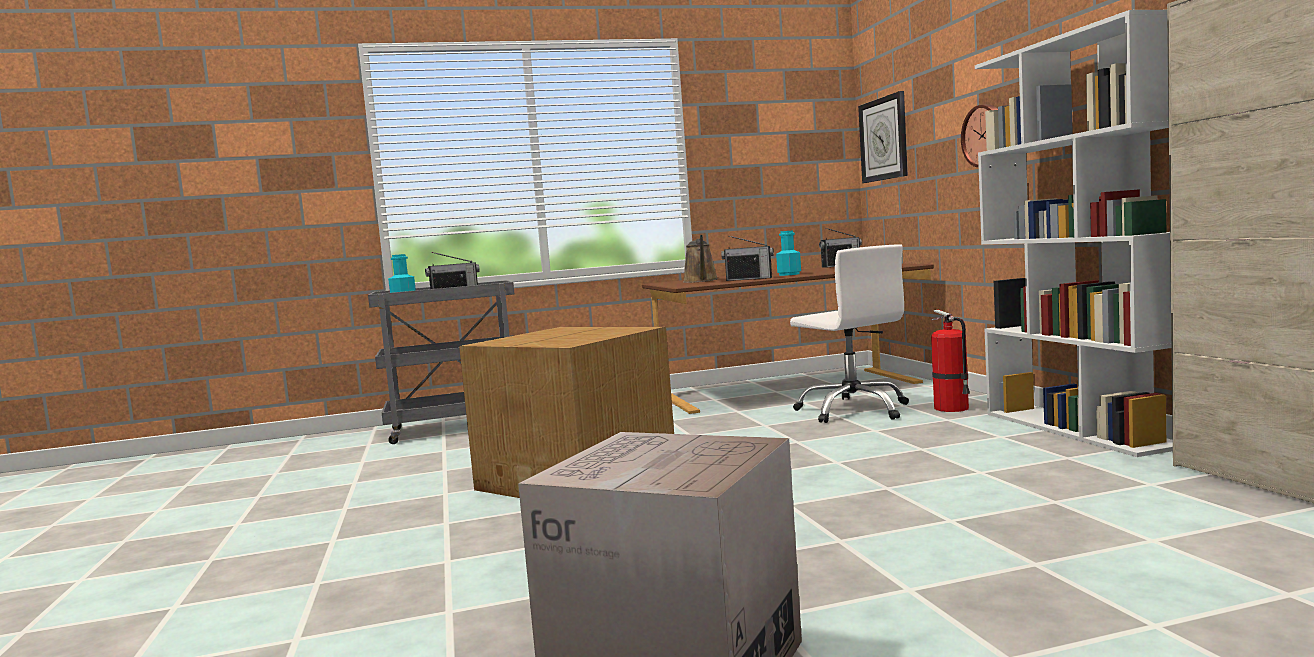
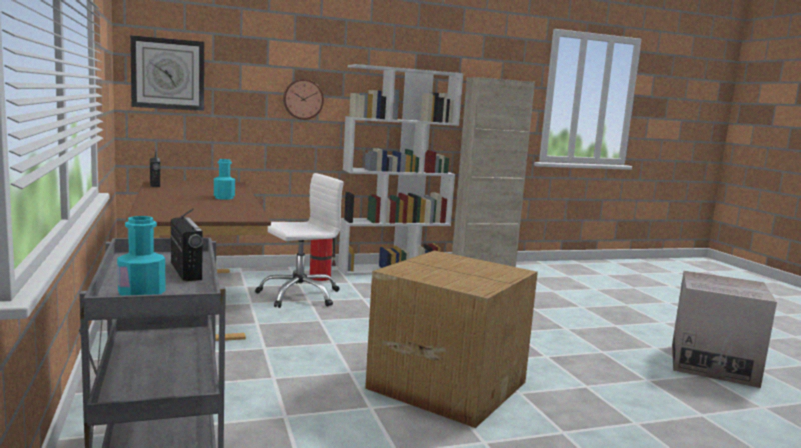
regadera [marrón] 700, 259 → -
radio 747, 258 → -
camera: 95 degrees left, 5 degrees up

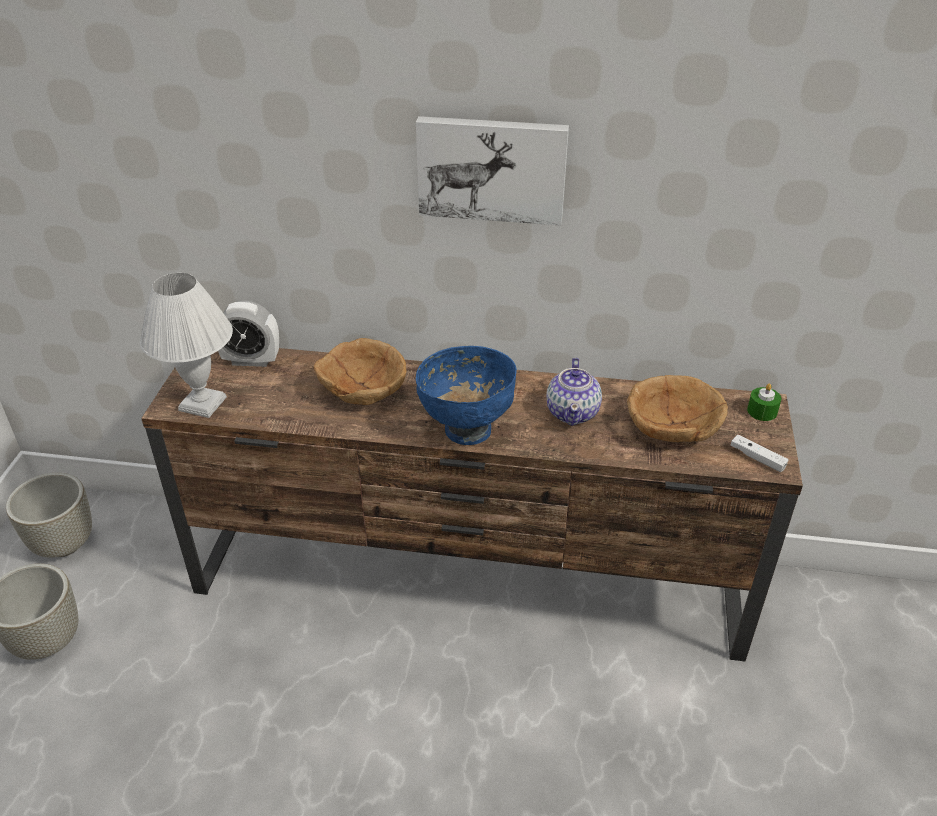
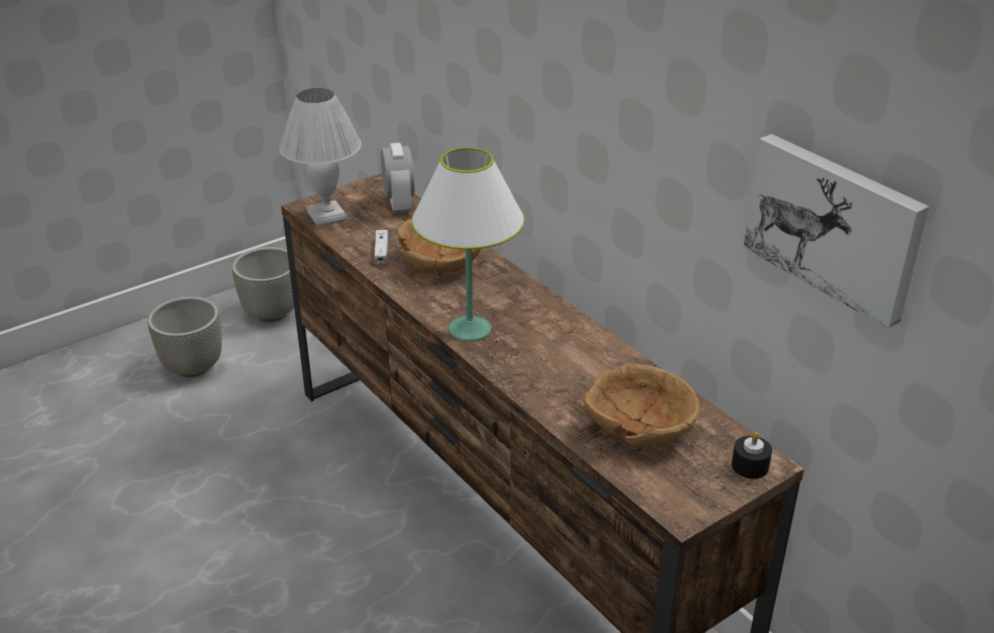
cuadro 492, 171 → cuadro 836, 231, relocated
despertador 248, 334 → despertador 397, 178, 150 degrees counterclockwise
cuenco [azul] 466, 395 → lámpara de mesa [blanco] 468, 244
tetera 574, 392 → -
vela [verde] 764, 402 → vela [negro] 752, 455
mando de consola [blanco] 760, 453 → mando de consola [blanco] 381, 247, relocated
camera: 45 degrees right, 5 degrees down

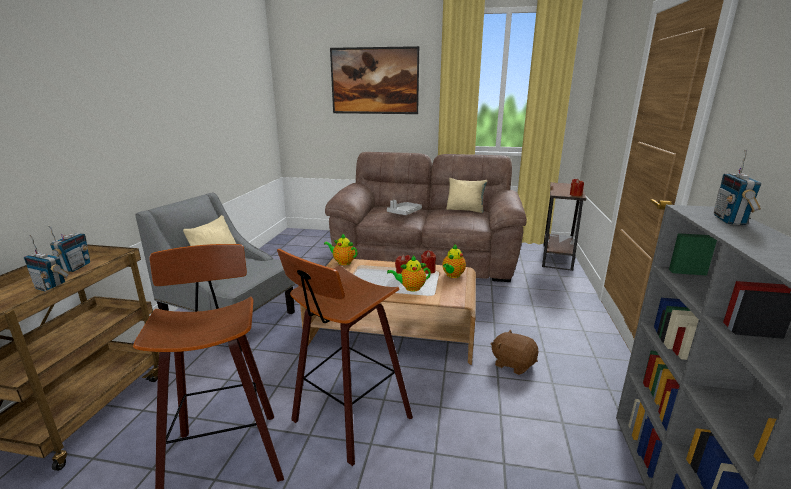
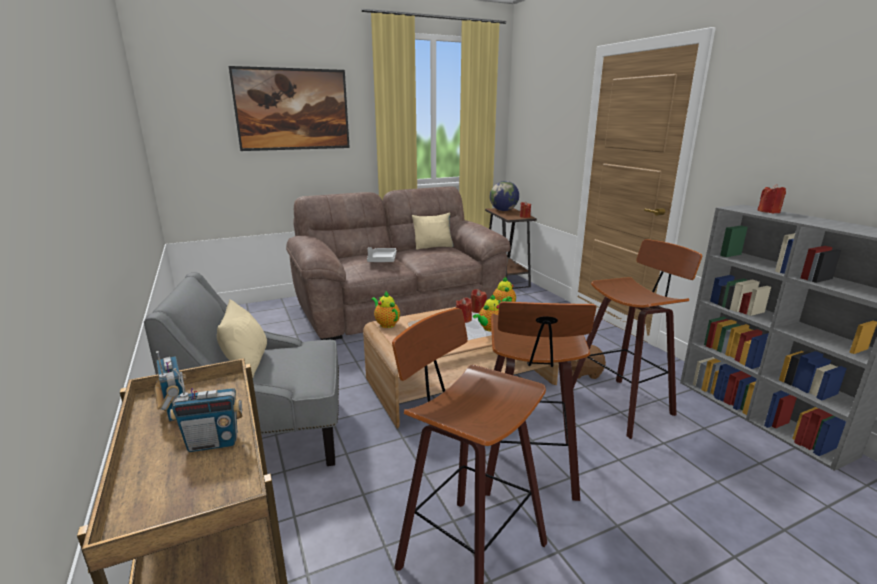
radio 737, 187 → vela [rojo] 771, 198
tetera 341, 249 → tetera 385, 309, 60 degrees clockwise
- → globo terráqueo 504, 196
- → taburete 637, 339
camera: 35 degrees left, 0 degrees up

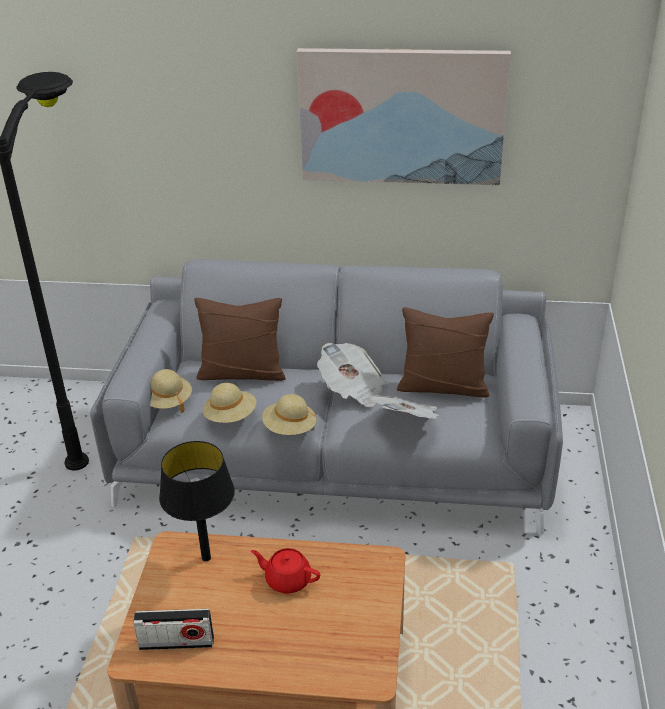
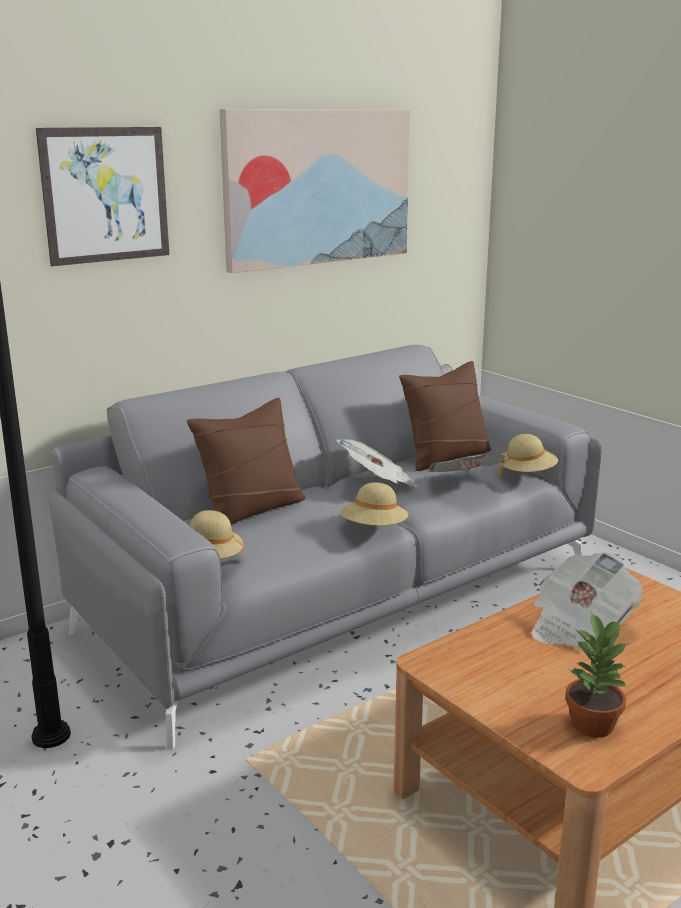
sombrero [beis] 229, 403 → sombrero [beis] 528, 456, relocated
lámpara de mesa [negro] 197, 501 → -
tetera [rojo] 285, 571 → periódico 587, 600
radio 173, 629 → planta en maceta 596, 675
- → cuadro 102, 196
camera: 45 degrees left, 15 degrees down

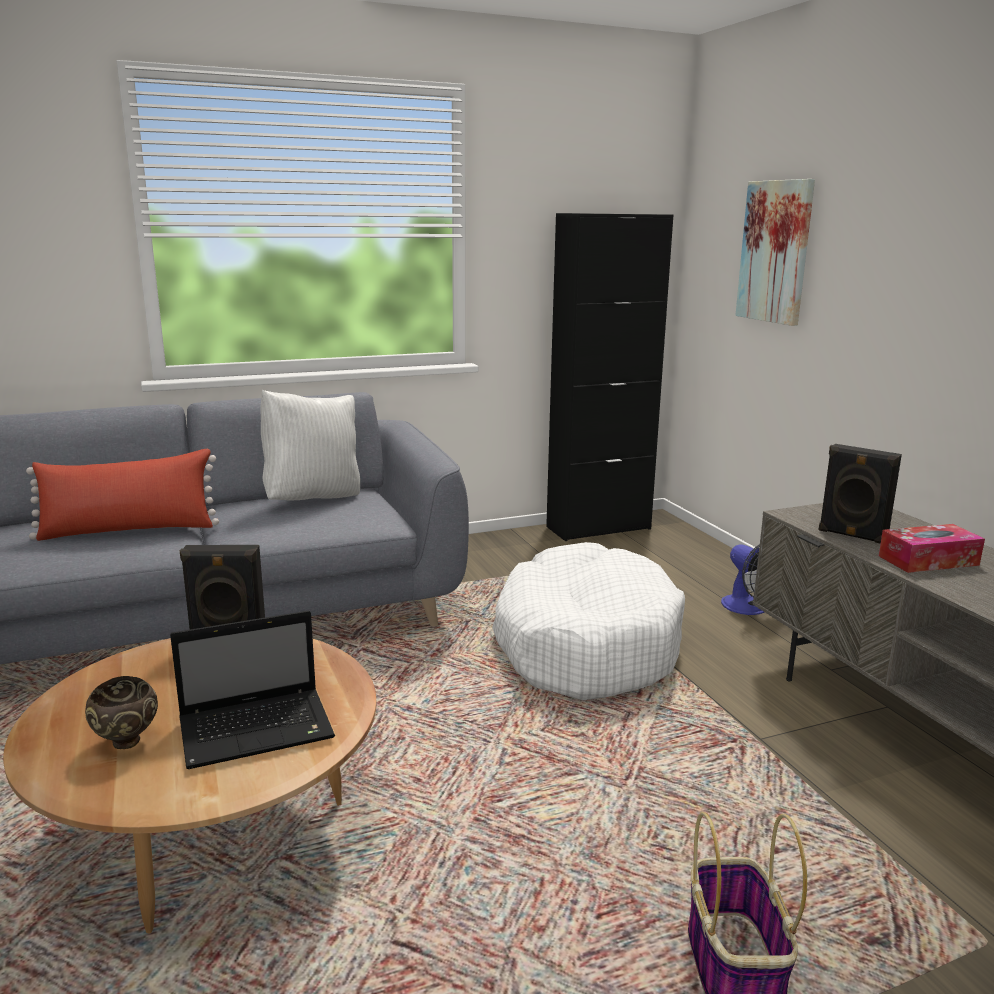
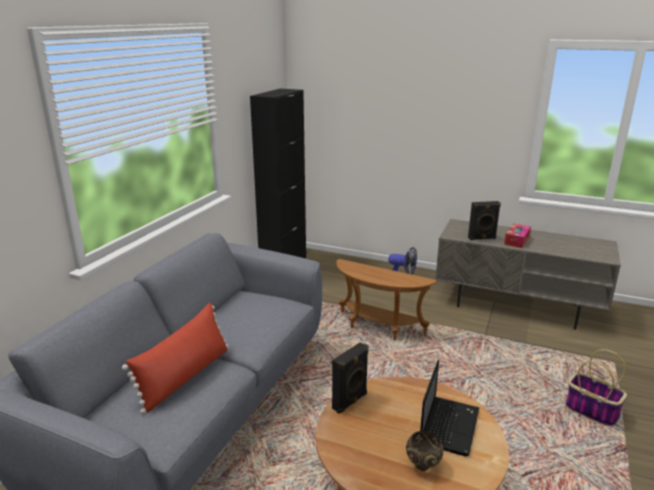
cuadro 775, 252 → -
cojín [blanco] 310, 445 → -
cama para perro [blanco] 588, 621 → mesa auxiliar [marrón] 386, 299
camera: 45 degrees left, 5 degrees up

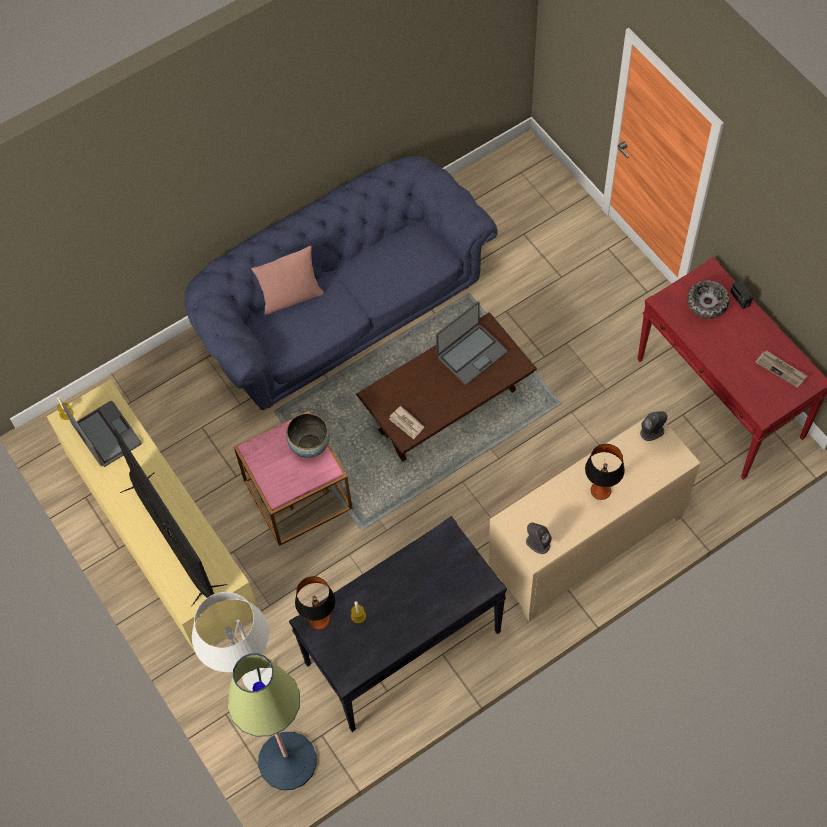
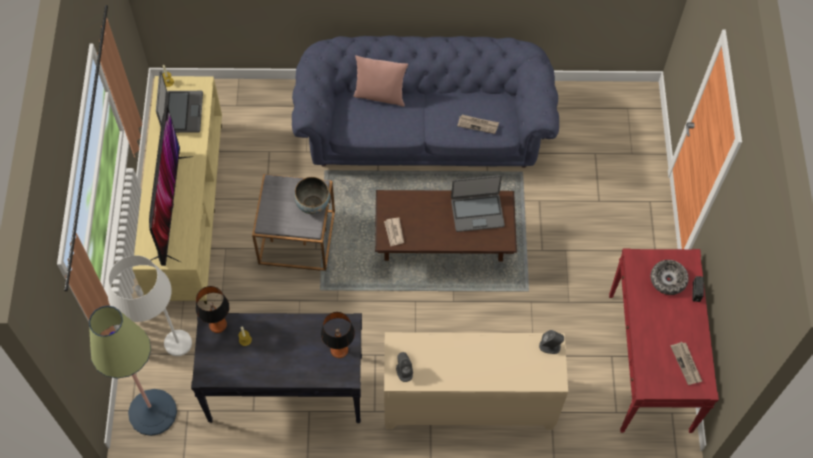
mesa auxiliar [rosa] 293, 478 → mesa auxiliar [gris] 293, 222
lámpara de mesa 605, 472 → lámpara de mesa 338, 335, relocated
- → periódico 478, 124
camera: 30 degrees right, 0 degrees up

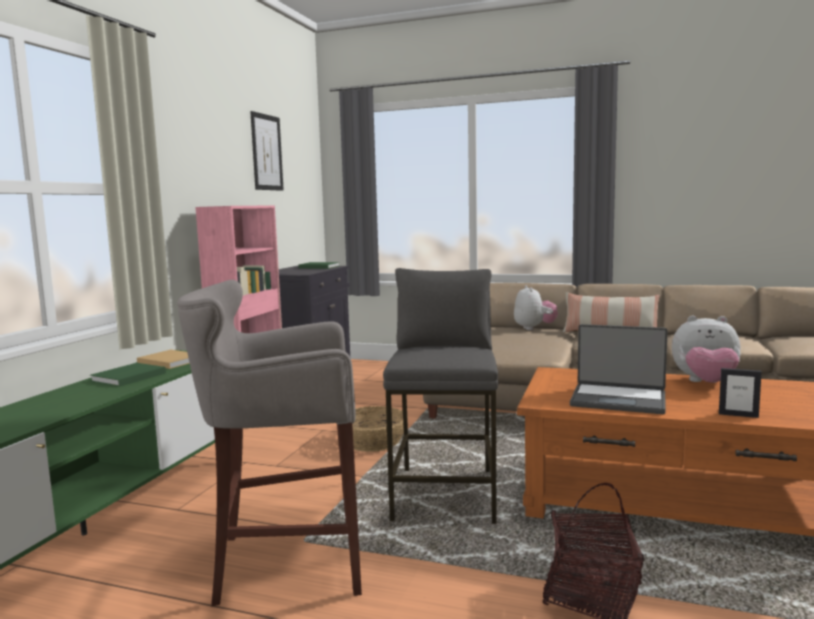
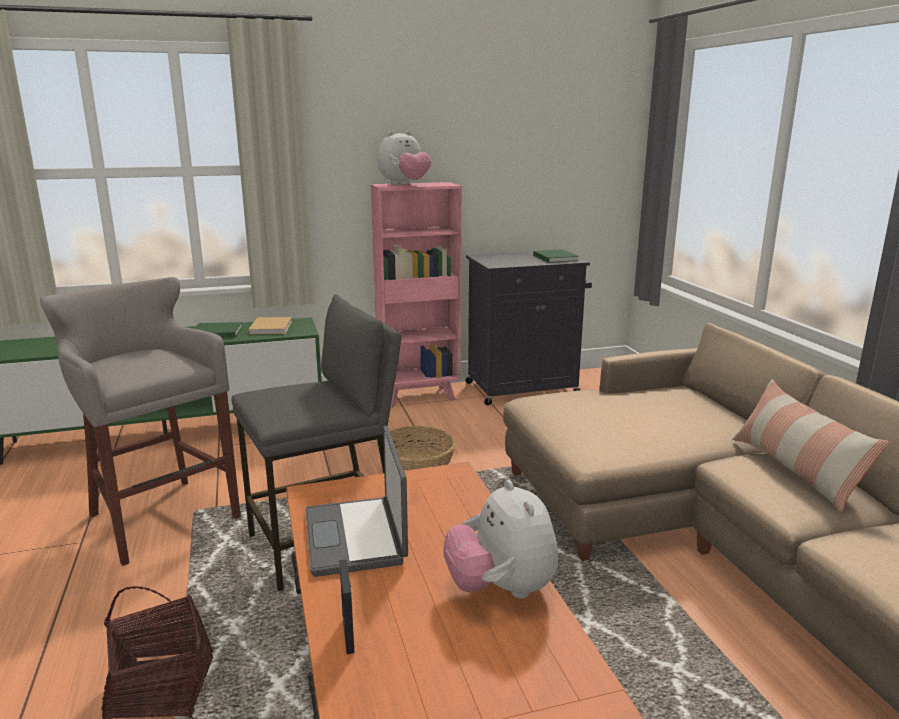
cuadro 267, 151 → -
peluche 536, 307 → peluche 404, 158, relocated
camera: 55 degrees right, 10 degrees up

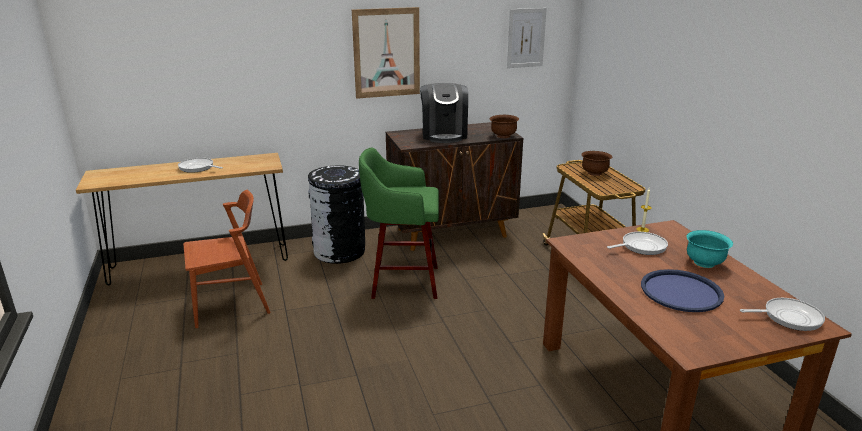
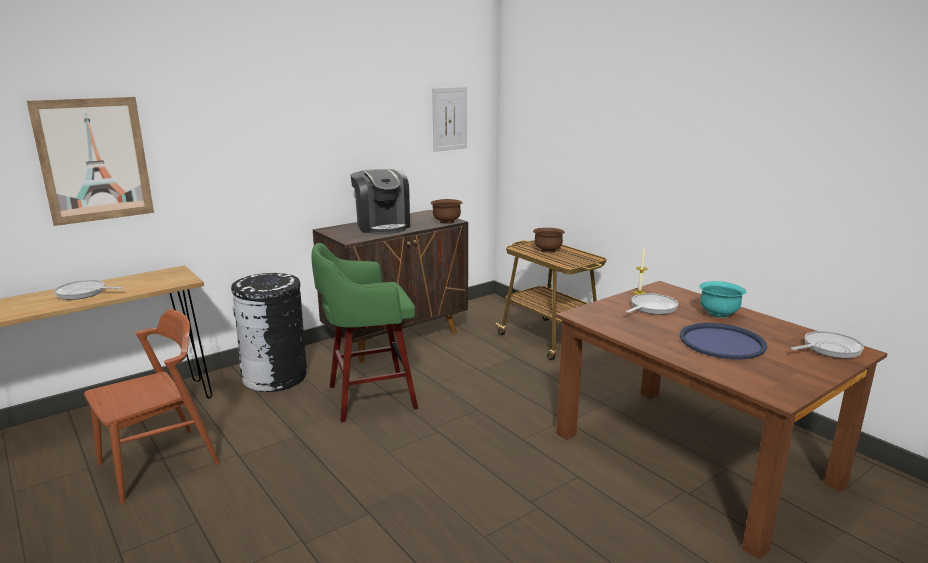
cuadro 386, 53 → cuadro 90, 161, relocated
camera: 20 degrees left, 5 degrees down

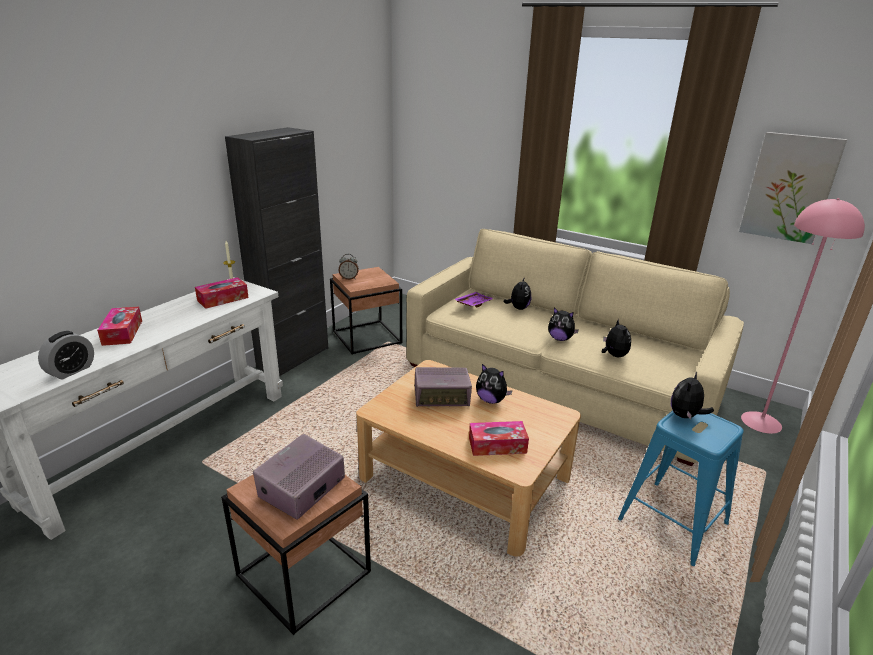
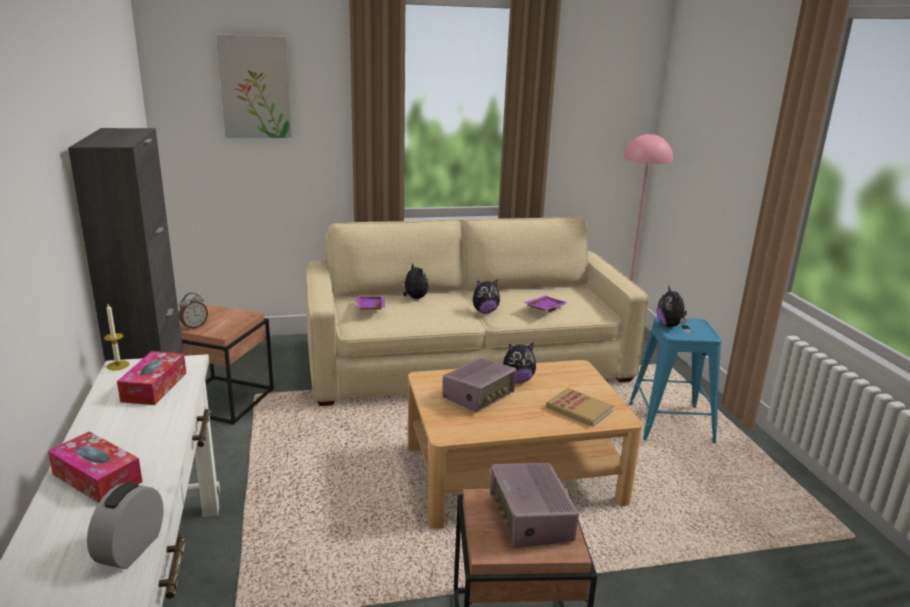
cuadro 793, 188 → cuadro 254, 86, relocated
peluche 616, 338 → bandeja [morado] 545, 304
despertador 66, 355 → despertador 125, 525, 150 degrees counterclockwise
caja de pañuelos 499, 438 → libro 579, 407
camera: 45 degrees left, 5 degrees down

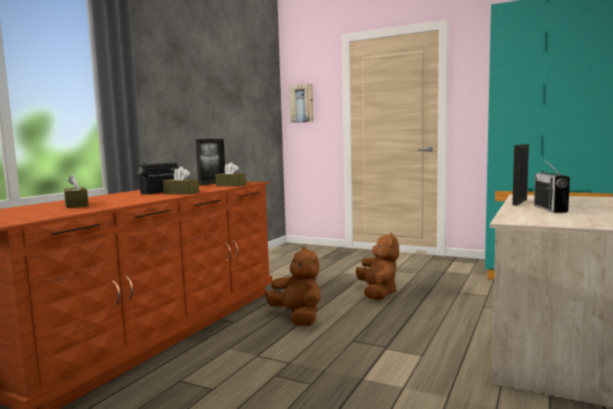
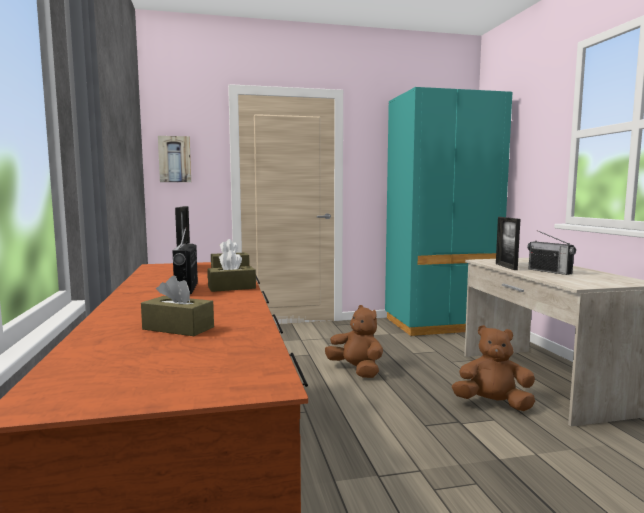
peluche [marrón] 293, 286 → peluche [marrón] 493, 368, relocated
camera: 40 degrees left, 0 degrees up

